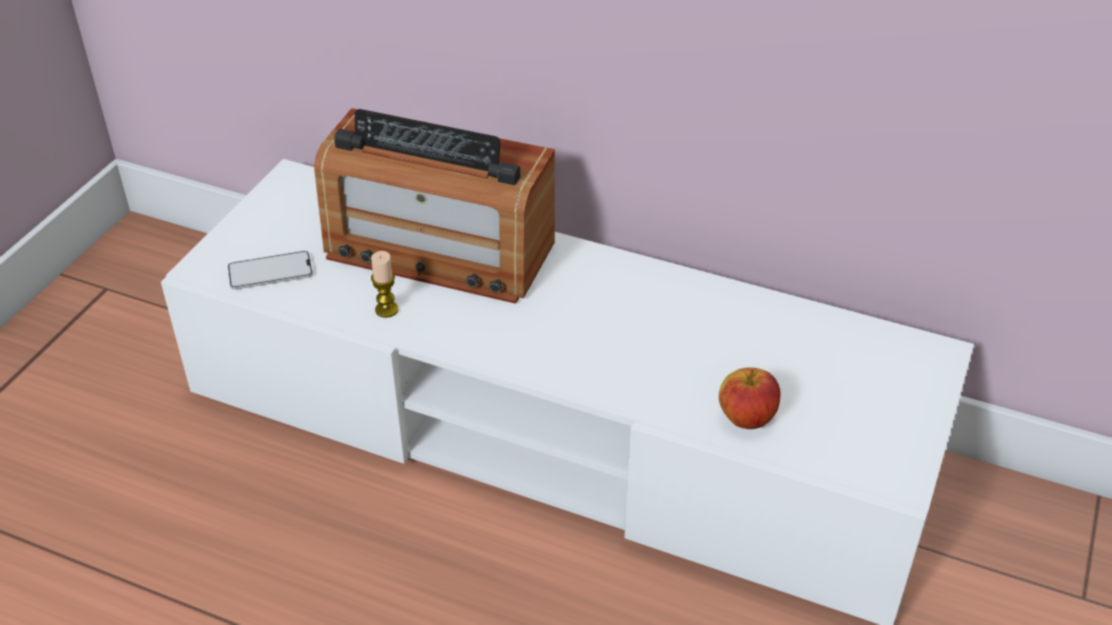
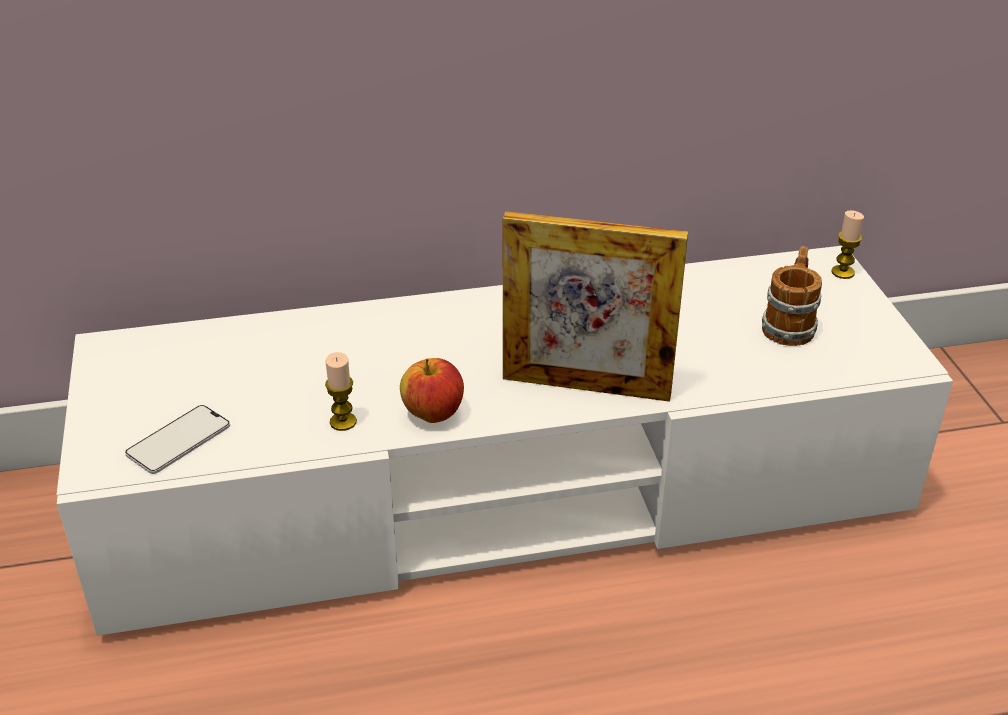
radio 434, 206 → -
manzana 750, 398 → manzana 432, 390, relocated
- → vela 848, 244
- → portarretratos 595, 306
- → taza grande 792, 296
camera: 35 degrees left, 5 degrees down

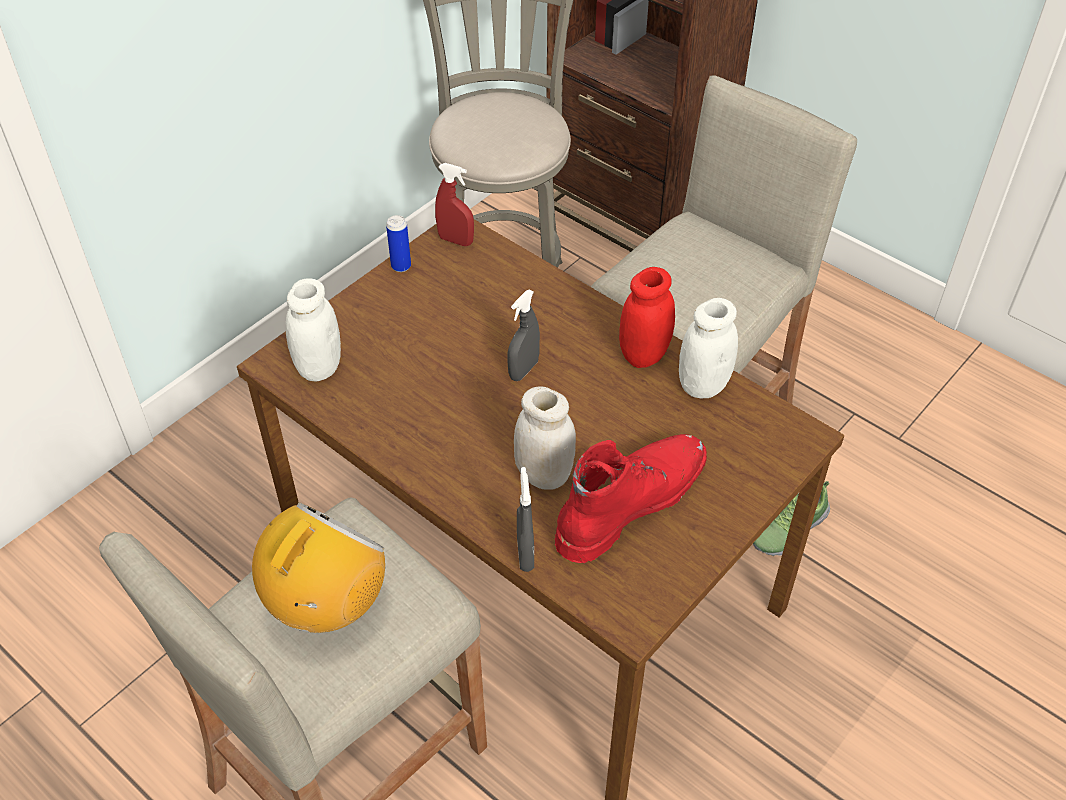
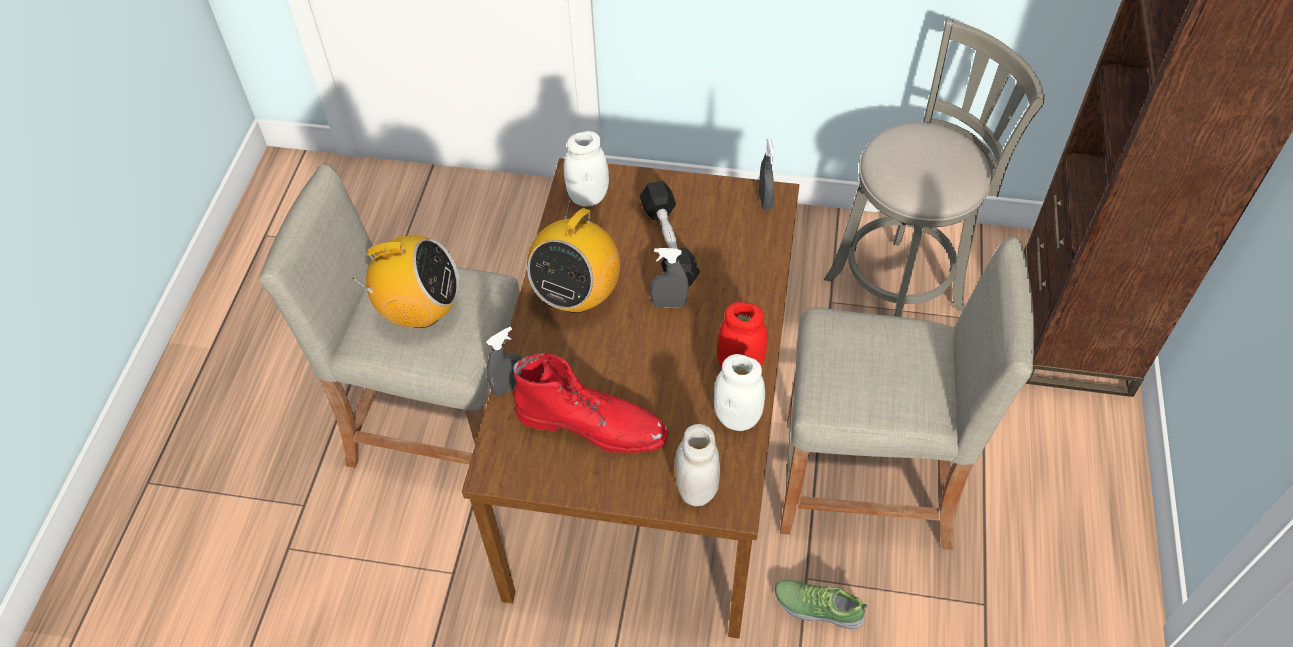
pulverizador [rojo] 454, 204 → pulverizador [gris] 767, 174
lata 398, 243 → -
tarro [blanco] 545, 438 → tarro [blanco] 697, 465, relocated
- → mancuerna [negro] 669, 233
- → radio 573, 256
camera: 60 degrees right, 5 degrees up

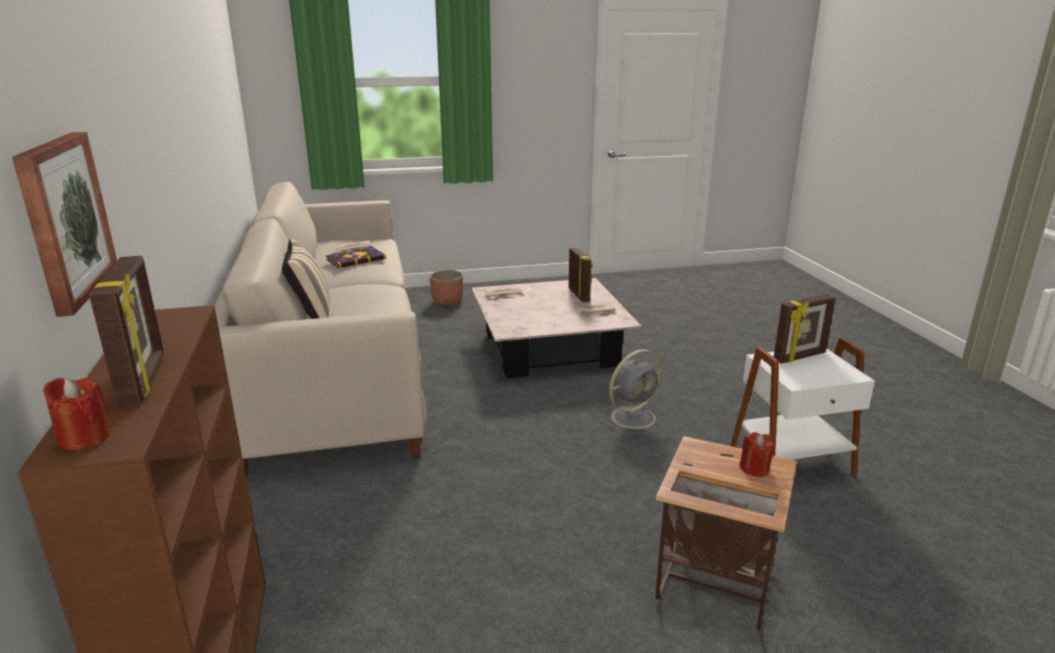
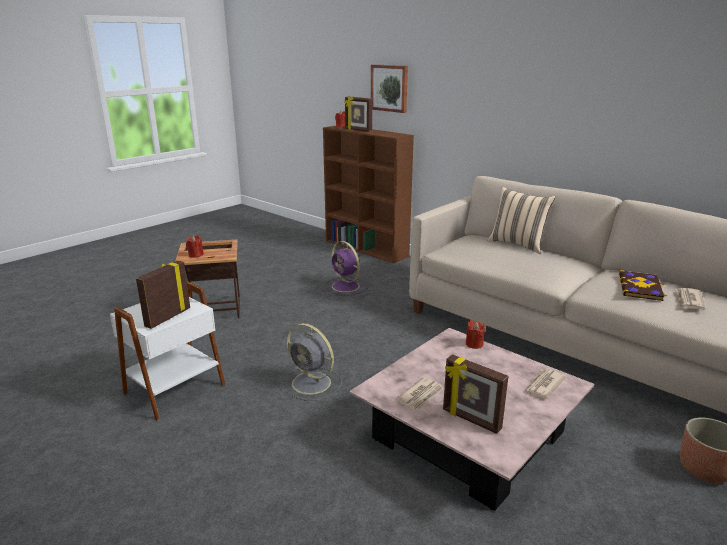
ventilador [gris] 634, 391 → ventilador [gris] 312, 362, 75 degrees counterclockwise
- → ventilador [morado] 346, 268
- → vela [rojo] 475, 334
camera: 145 degrees right, 0 degrees up

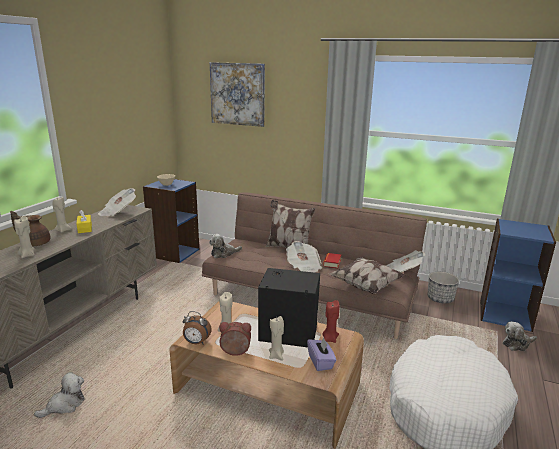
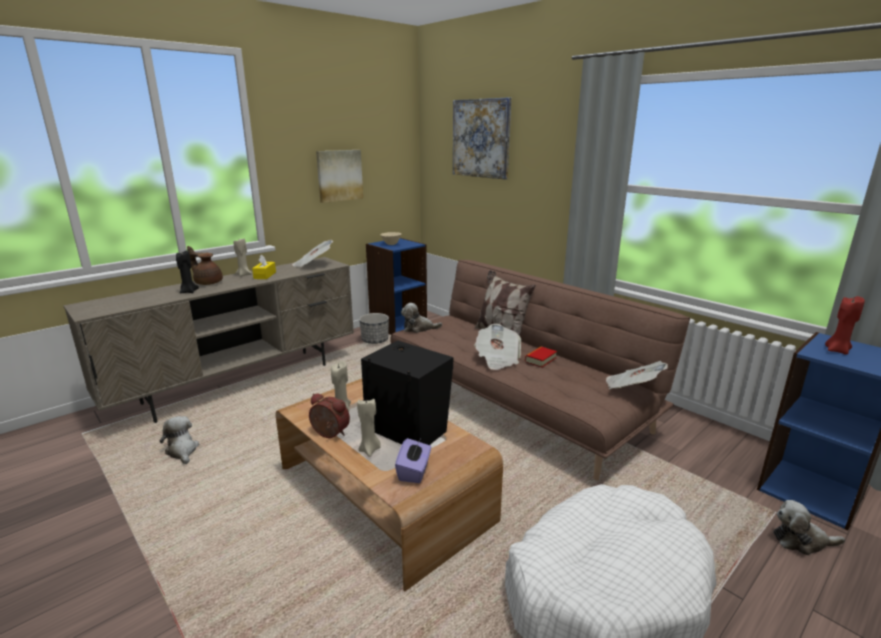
vela [beis] 24, 237 → vela [negro] 187, 271
cojín 367, 275 → -
maceta 443, 288 → maceta 374, 328, relocated
vela [rojo] 331, 321 → vela [rojo] 845, 325, relocated
despertador 197, 327 → -
peluche 59, 395 → peluche 179, 440, 105 degrees counterclockwise
- → cuadro 339, 176
camera: 25 degrees right, 0 degrees up

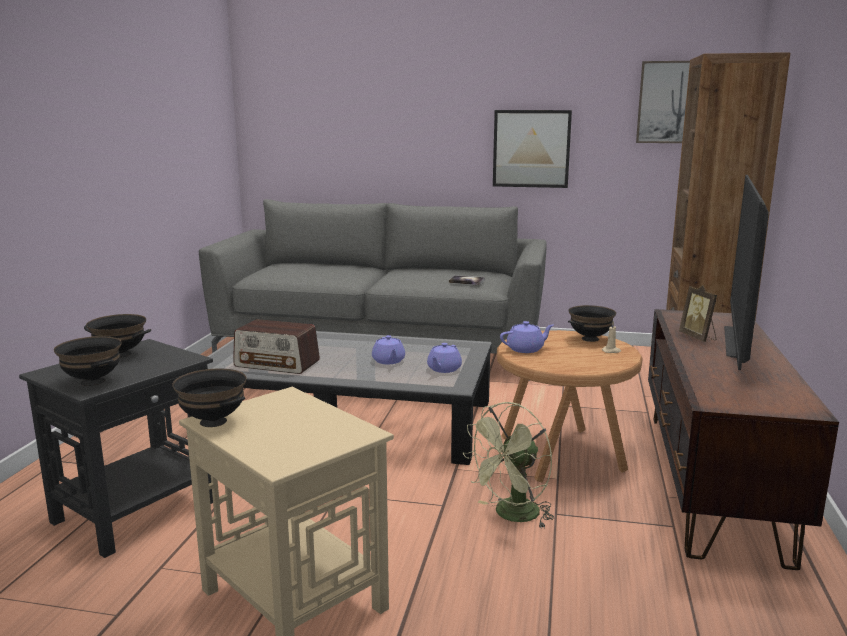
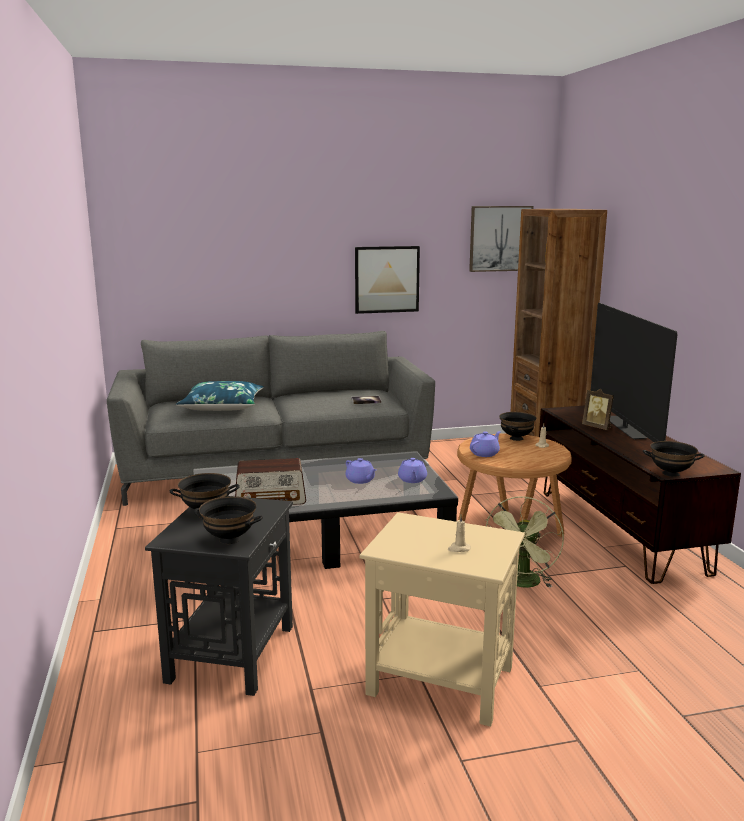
cuenco [negro] 209, 398 → cuenco [negro] 674, 459, relocated
- → cojín [azul] 220, 396
- → vela [beis] 459, 533
camera: 25 degrees left, 0 degrees up

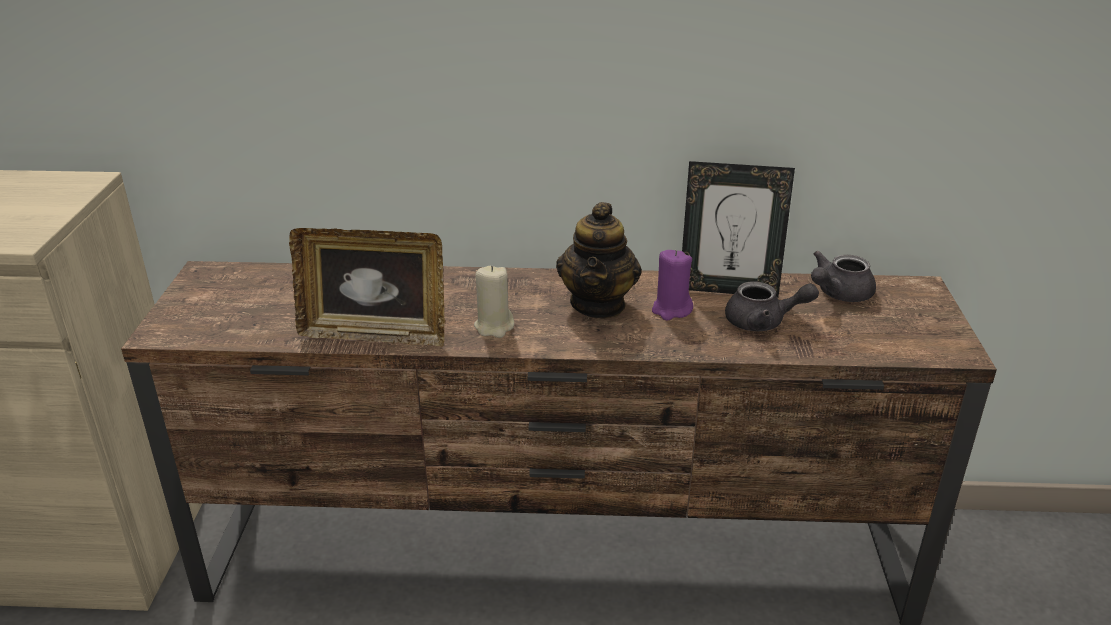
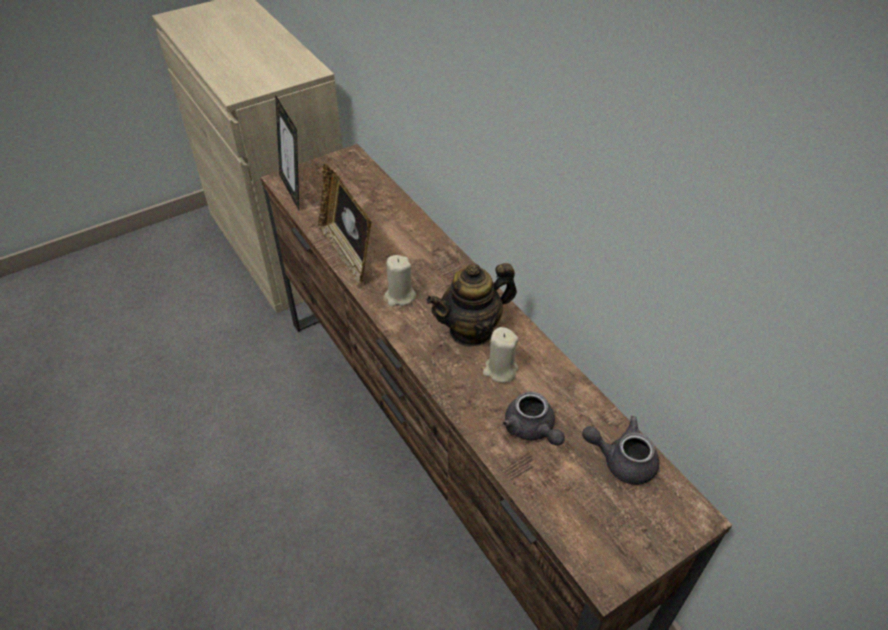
portarretratos 738, 229 → portarretratos 287, 152, relocated
vela [morado] 672, 285 → vela [beis] 501, 355
camera: 55 degrees right, 15 degrees up

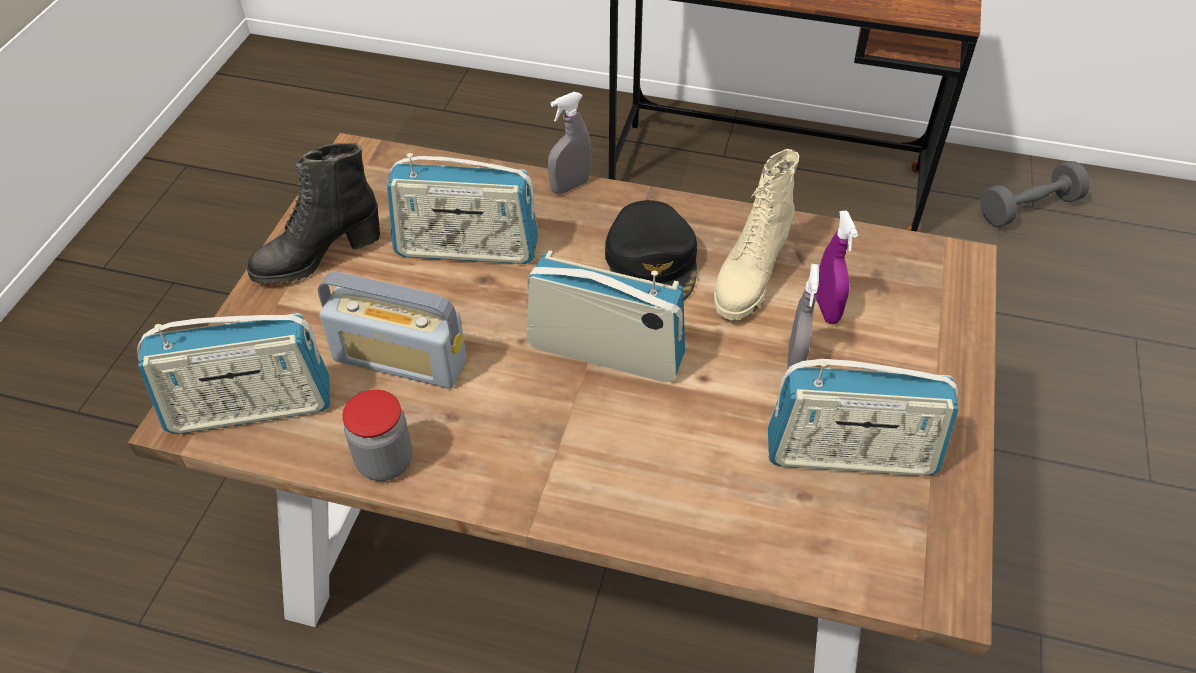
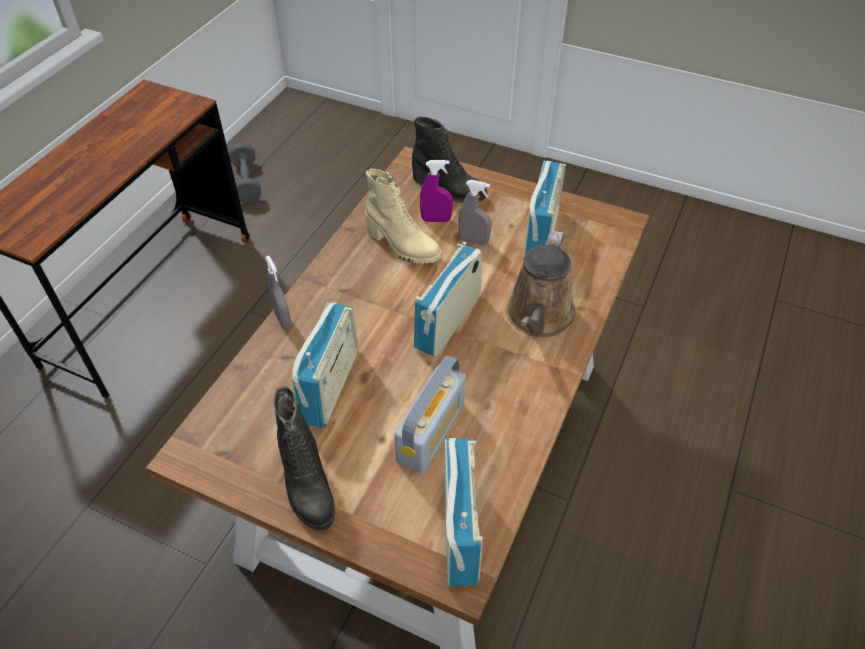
gorra [negro] 651, 250 → -
tarro 377, 435 → -
- → bota [negro] 449, 160
- → regadera [marrón] 540, 283
camera: 80 degrees left, 0 degrees up

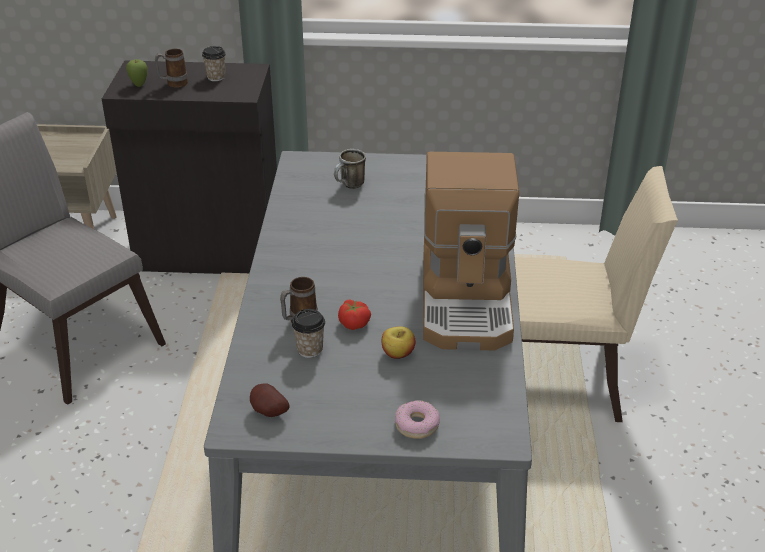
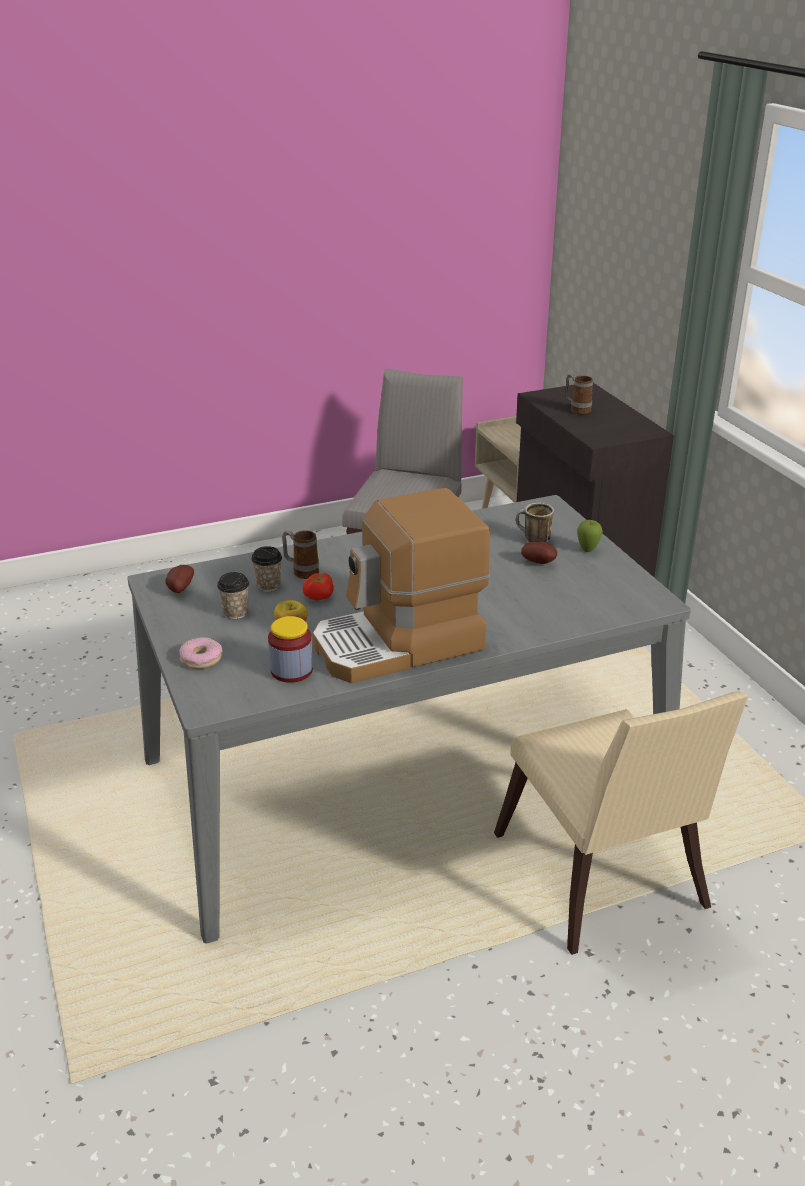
taza 214, 63 → taza 233, 595, relocated
manzana 137, 73 → manzana 590, 536, relocated
- → patata 539, 553
- → tarro 290, 649
camera: 65 degrees right, 5 degrees down

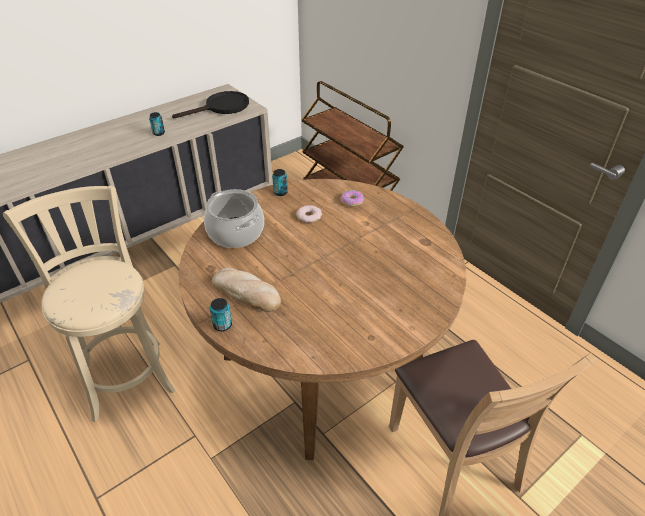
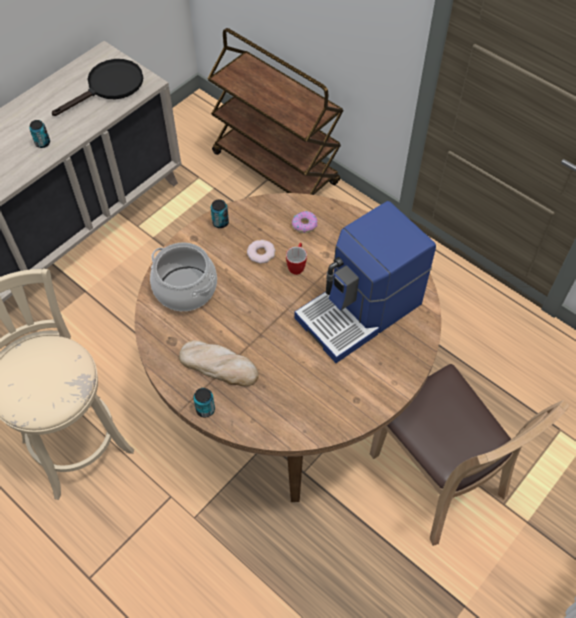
- → cafetera 365, 282
- → taza grande 296, 259
camera: 10 degrees left, 15 degrees up

